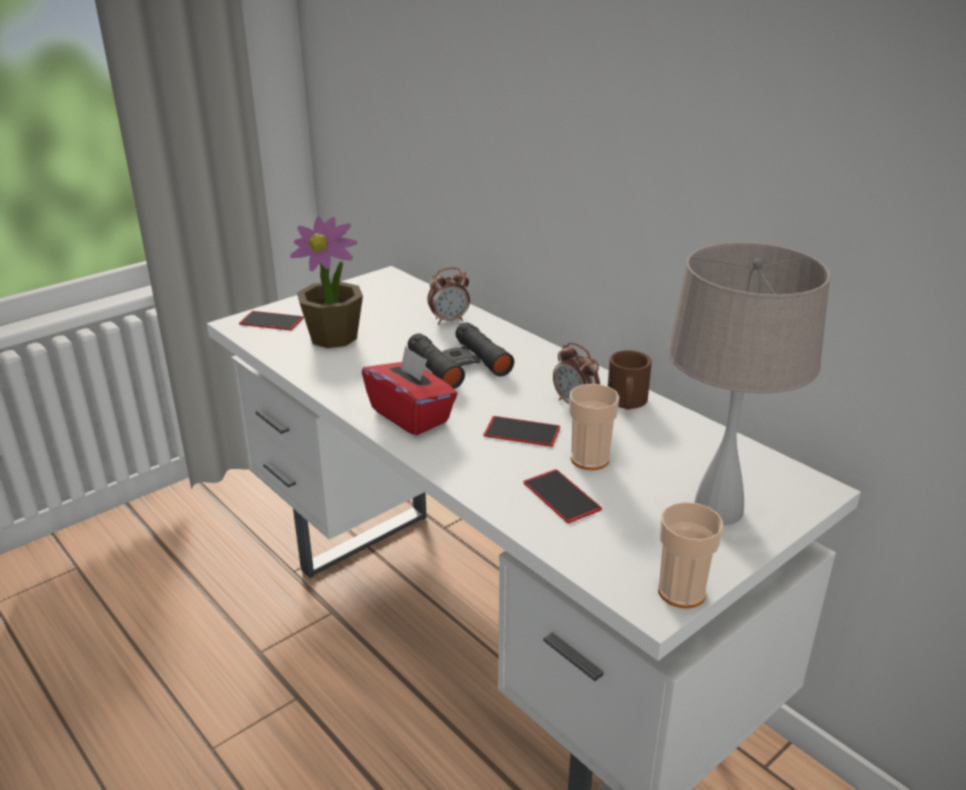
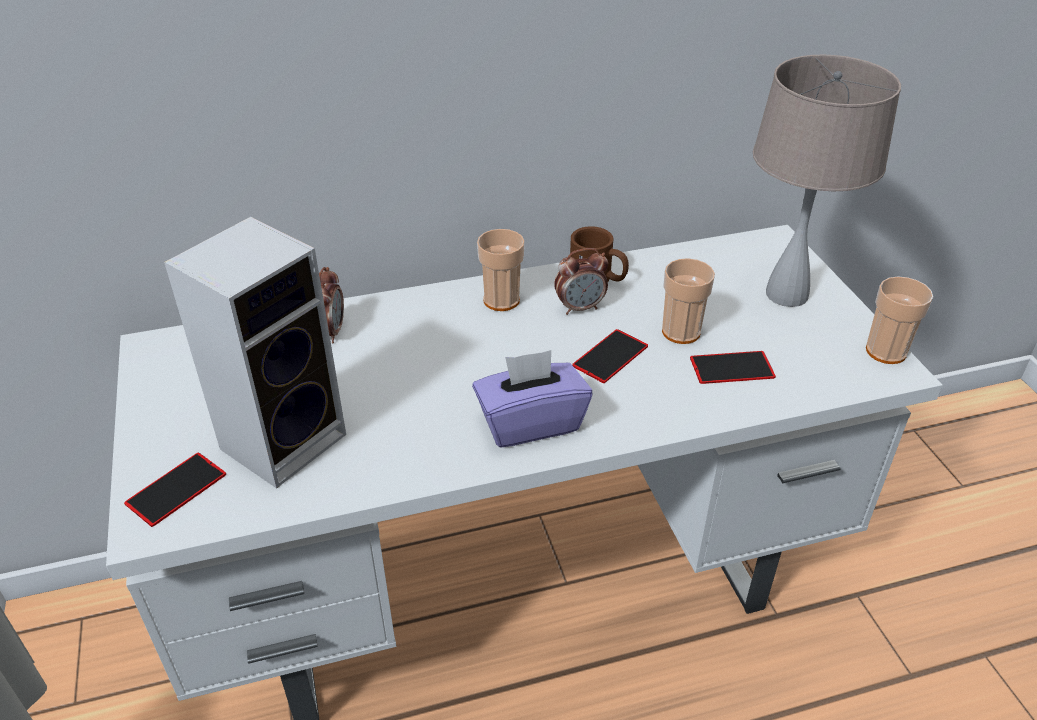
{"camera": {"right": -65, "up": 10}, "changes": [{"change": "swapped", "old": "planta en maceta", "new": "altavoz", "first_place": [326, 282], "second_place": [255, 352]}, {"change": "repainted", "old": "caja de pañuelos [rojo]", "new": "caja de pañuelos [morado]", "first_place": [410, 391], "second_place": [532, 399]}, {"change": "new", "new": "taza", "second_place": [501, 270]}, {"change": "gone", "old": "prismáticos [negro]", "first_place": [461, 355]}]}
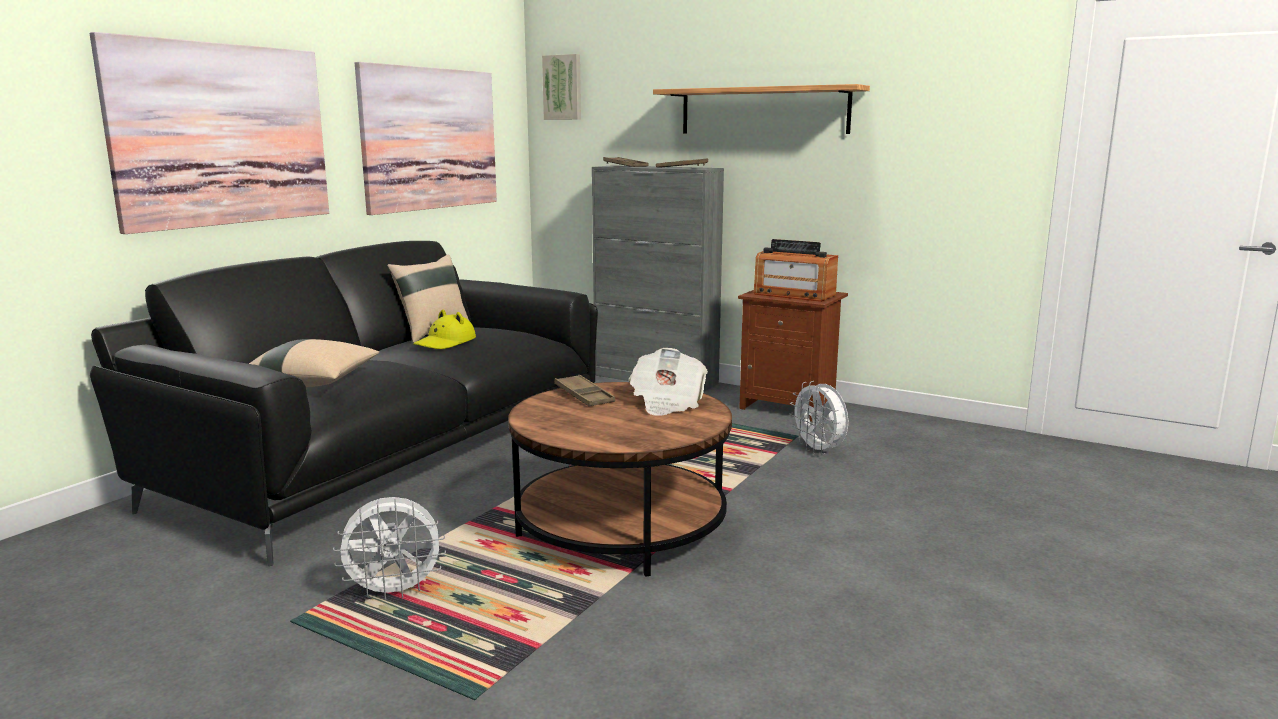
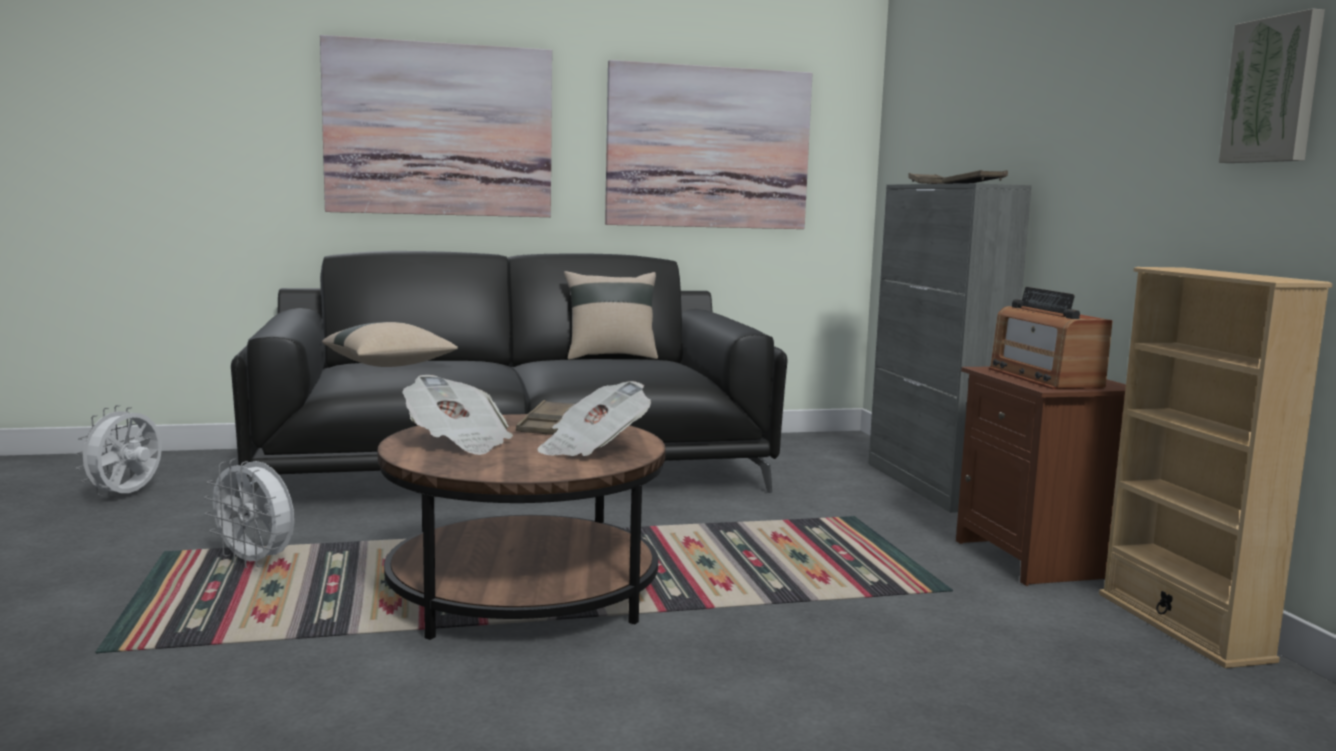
{"camera": {"right": 45, "up": -5}, "changes": [{"change": "shifted", "old": "ventilador [blanco]", "first_place": [818, 418], "second_place": [118, 451]}, {"change": "new", "new": "periódico", "second_place": [457, 415]}, {"change": "new", "new": "estantería [beis]", "second_place": [1216, 467]}, {"change": "shifted", "old": "cuadro", "first_place": [561, 87], "second_place": [1272, 86]}, {"change": "gone", "old": "sombrero [amarillo]", "first_place": [444, 329]}, {"change": "gone", "old": "estante", "first_place": [761, 109]}]}
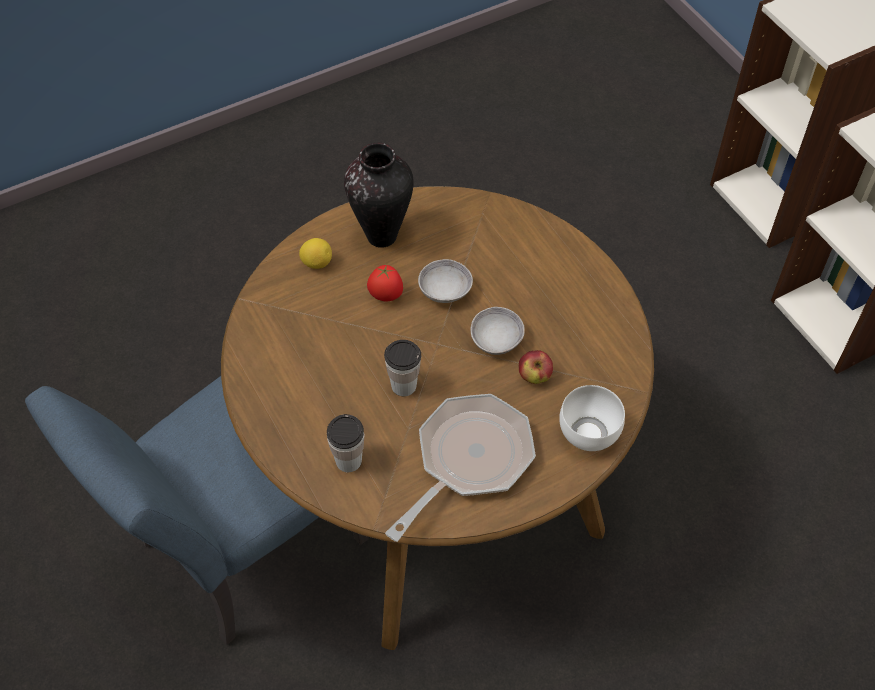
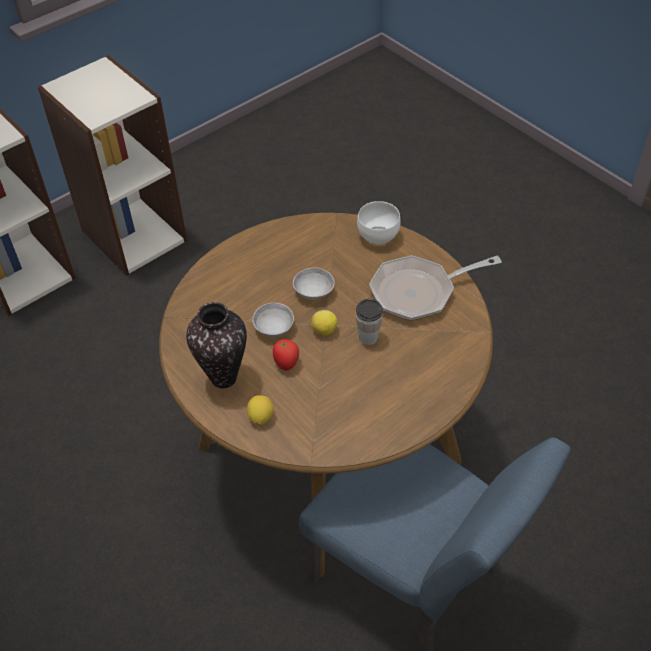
{"camera": {"right": -100, "up": -5}, "changes": [{"change": "new", "new": "limón", "second_place": [324, 323]}, {"change": "rotated", "old": "sartén", "first_place": [460, 468], "second_place": [435, 288], "degrees": -45}, {"change": "gone", "old": "taza", "first_place": [345, 443]}, {"change": "gone", "old": "manzana", "first_place": [536, 367]}]}
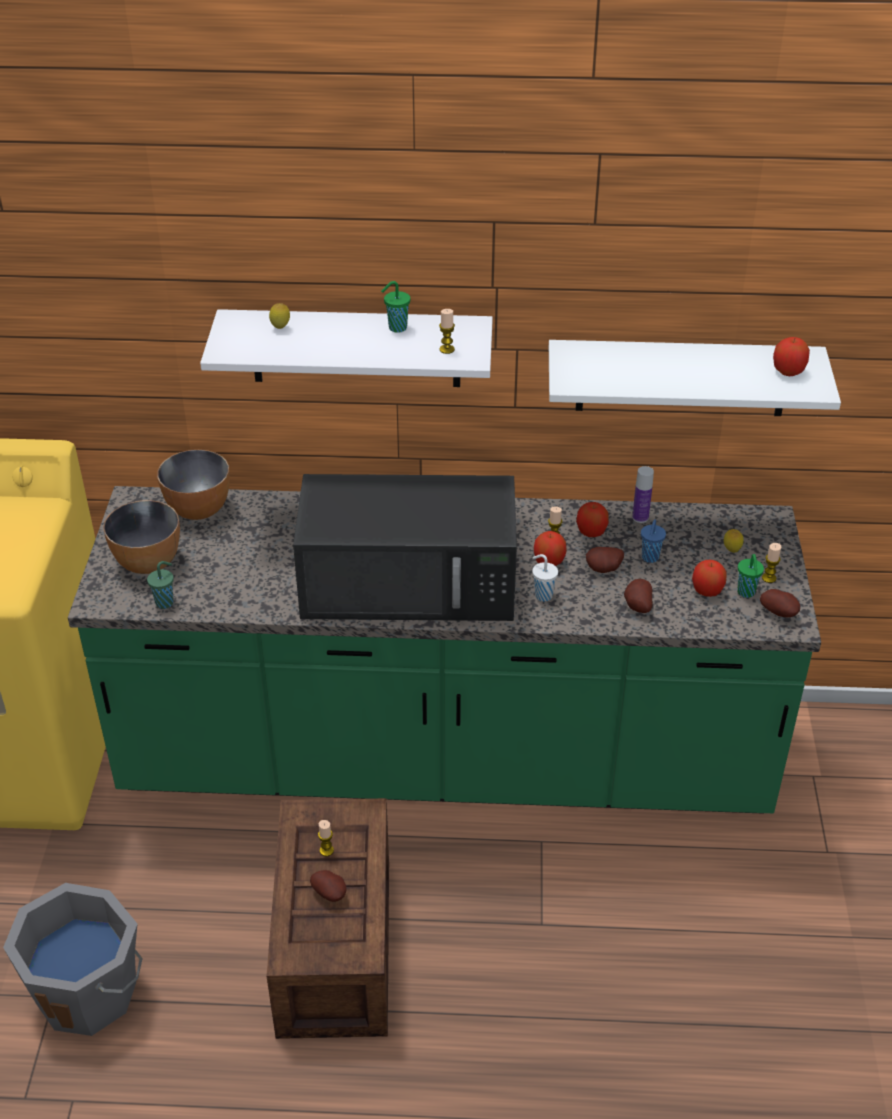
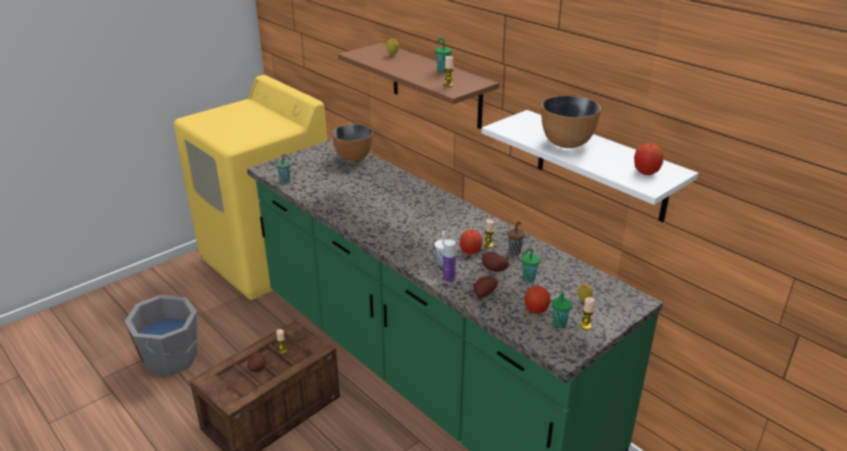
{"camera": {"right": 45, "up": -10}, "changes": [{"change": "repainted", "old": "estante [blanco]", "new": "estante [marrón]", "first_place": [346, 348], "second_place": [418, 86]}, {"change": "shifted", "old": "botella", "first_place": [643, 494], "second_place": [449, 261]}, {"change": "swapped", "old": "manzana", "new": "taza [marrón]", "first_place": [592, 519], "second_place": [516, 238]}, {"change": "repainted", "old": "taza [azul]", "new": "taza [verde]", "first_place": [653, 541], "second_place": [531, 265]}, {"change": "shifted", "old": "cuenco", "first_place": [141, 537], "second_place": [571, 122]}, {"change": "gone", "old": "microondas [negro]", "first_place": [405, 547]}, {"change": "gone", "old": "patata", "first_place": [780, 603]}]}
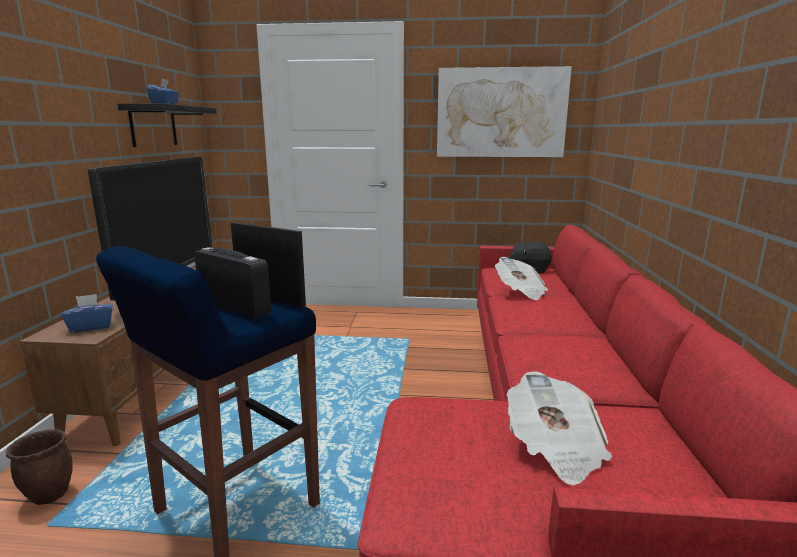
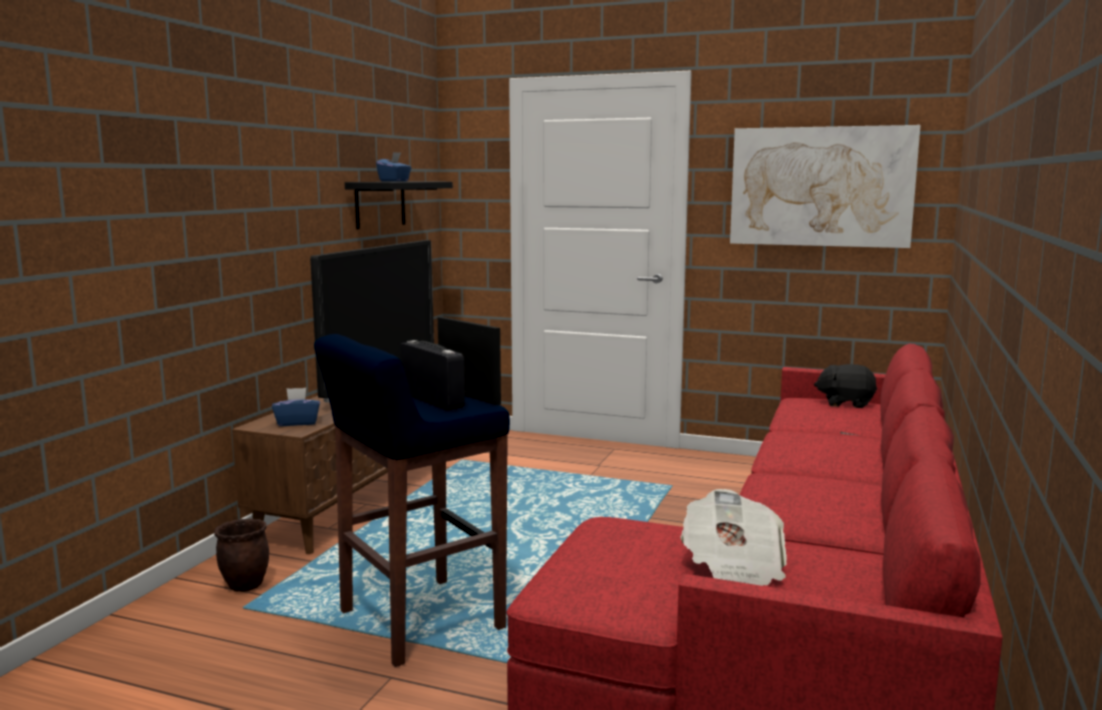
{"camera": {"right": 15, "up": -5}, "changes": [{"change": "gone", "old": "periódico", "first_place": [521, 278]}]}
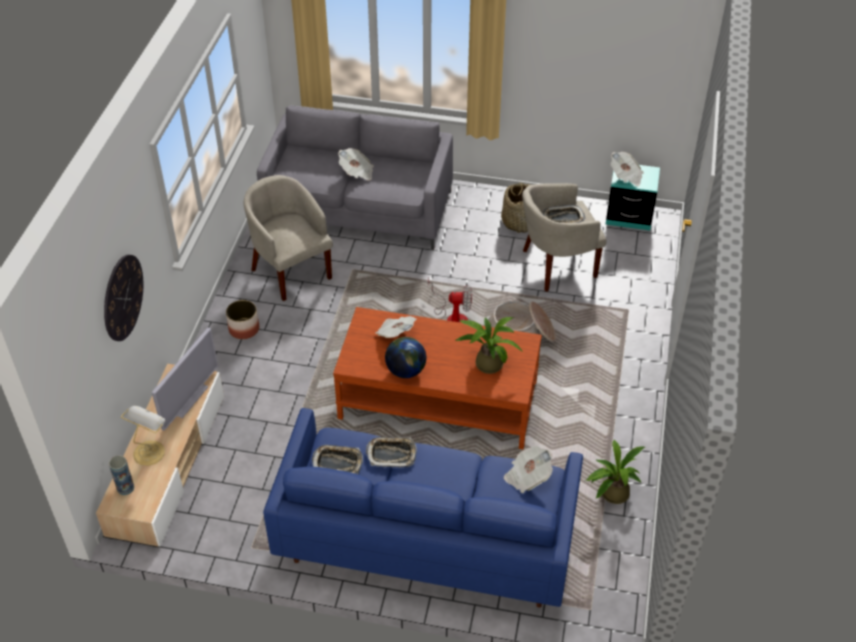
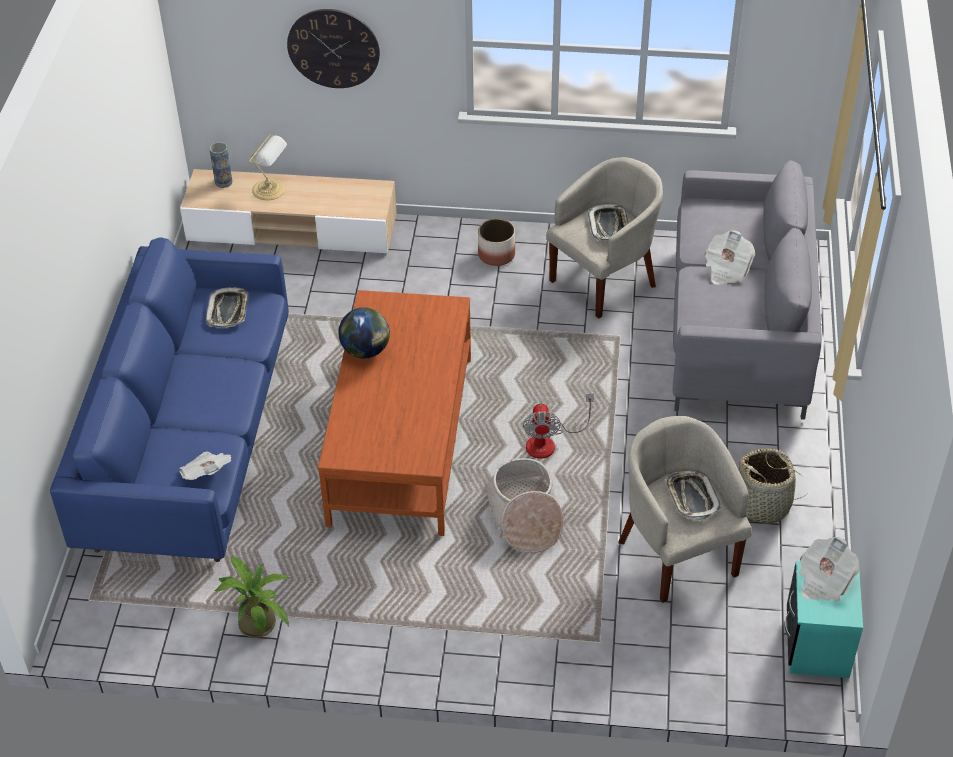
{"camera": {"right": 85, "up": 0}, "changes": [{"change": "shifted", "old": "bandeja", "first_place": [391, 452], "second_place": [608, 222]}, {"change": "gone", "old": "televisor", "first_place": [185, 379]}, {"change": "gone", "old": "periódico", "first_place": [396, 327]}, {"change": "gone", "old": "planta en maceta", "first_place": [489, 345]}]}
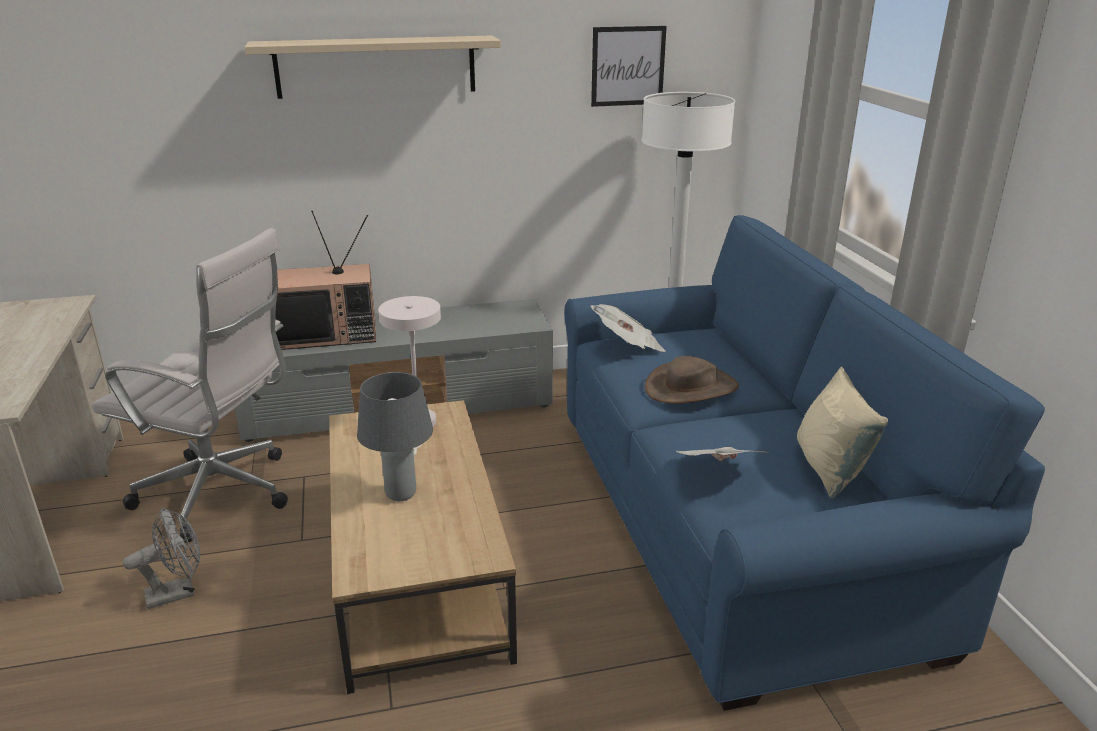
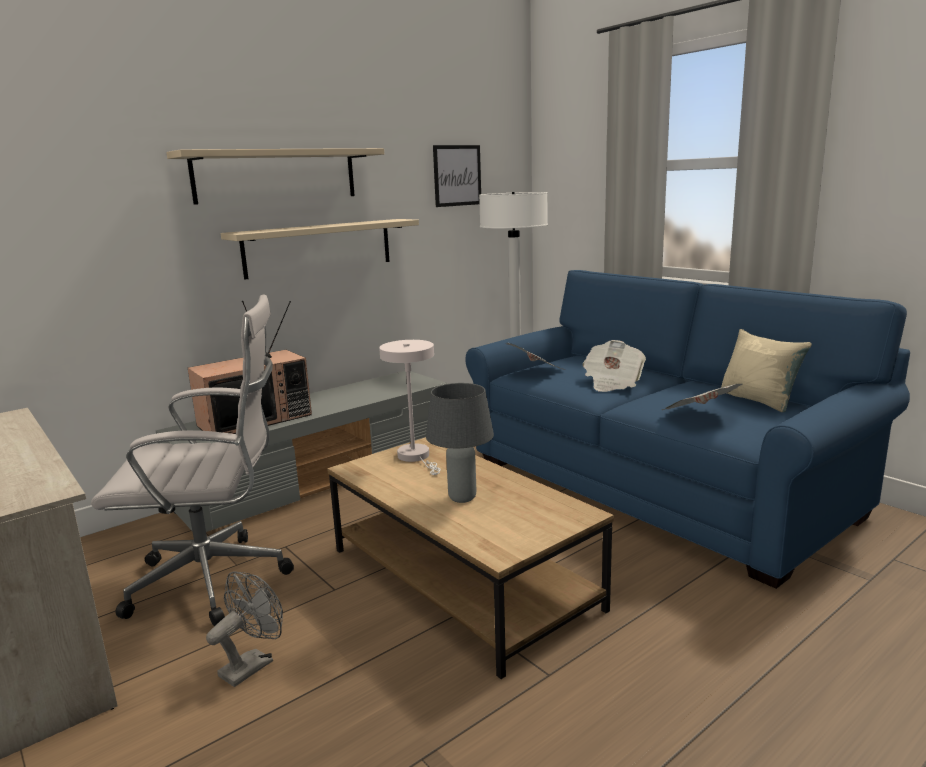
{"camera": {"right": -25, "up": -10}, "changes": [{"change": "new", "new": "estante [beis]", "second_place": [320, 249]}, {"change": "swapped", "old": "sombrero [marrón]", "new": "periódico", "first_place": [692, 380], "second_place": [614, 366]}]}
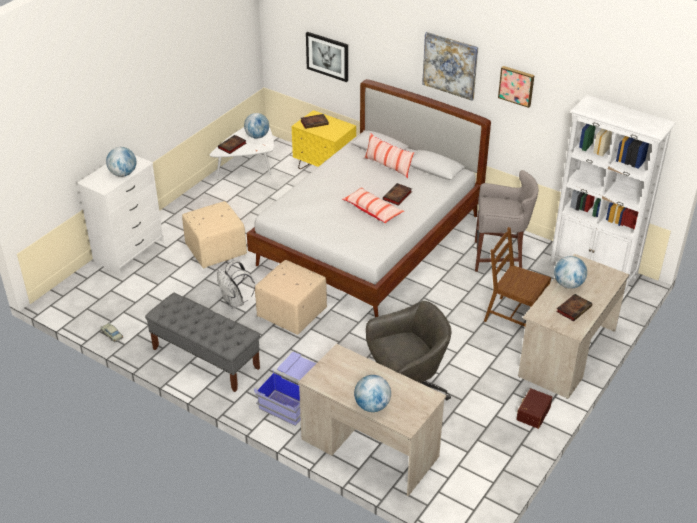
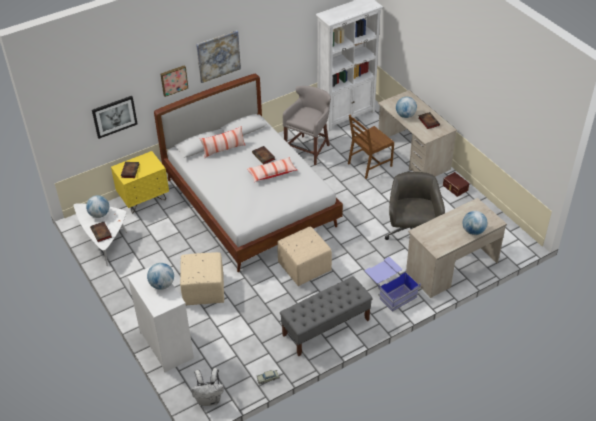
{"camera": {"right": -65, "up": 5}, "changes": [{"change": "shifted", "old": "cuadro", "first_place": [516, 87], "second_place": [174, 81]}, {"change": "shifted", "old": "mochila [blanco]", "first_place": [236, 284], "second_place": [208, 387]}]}
